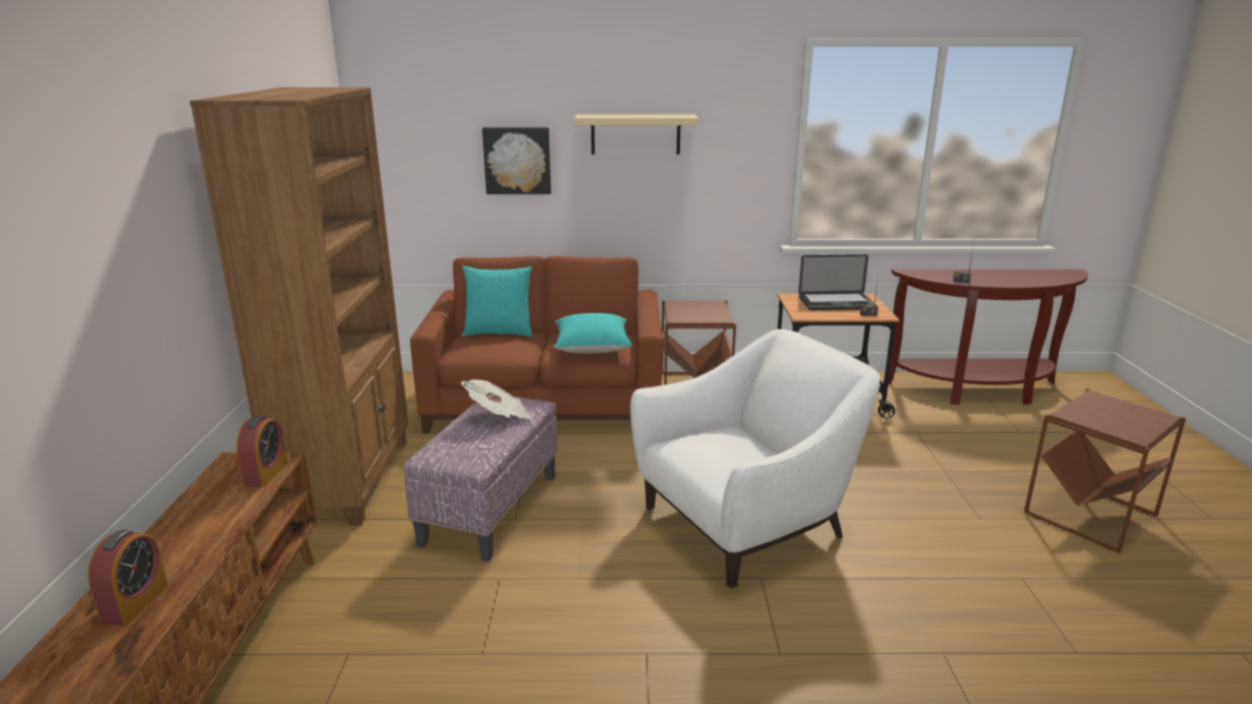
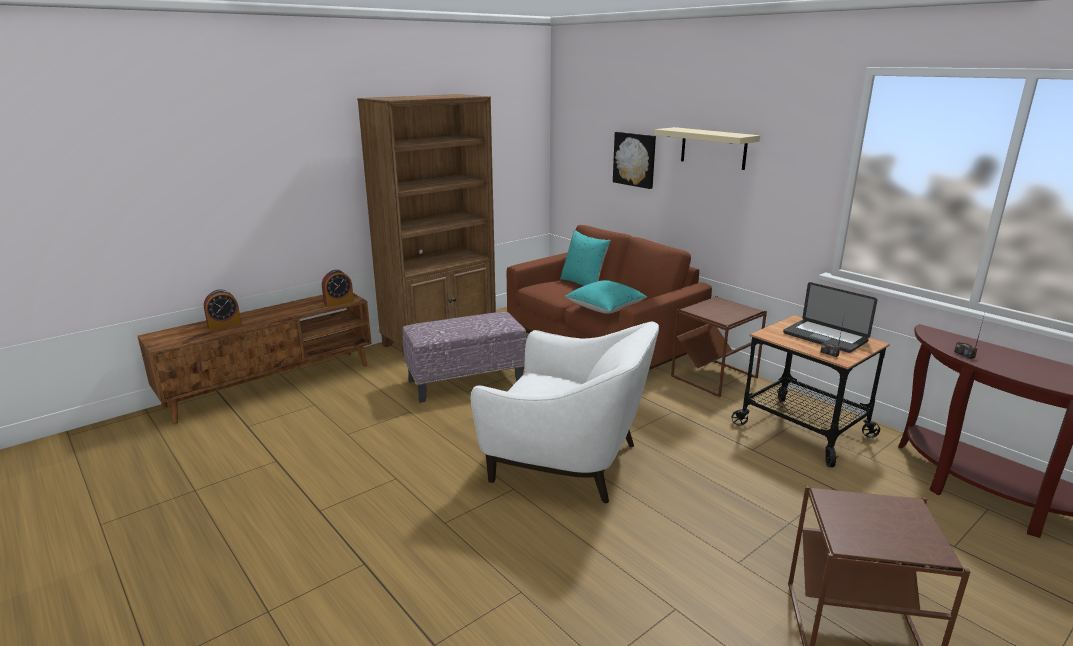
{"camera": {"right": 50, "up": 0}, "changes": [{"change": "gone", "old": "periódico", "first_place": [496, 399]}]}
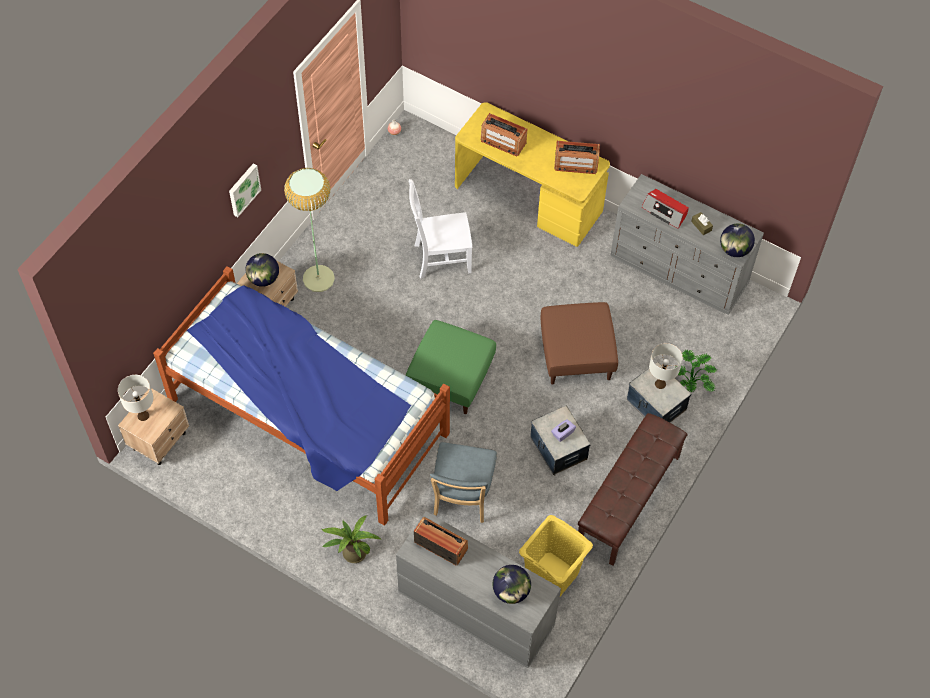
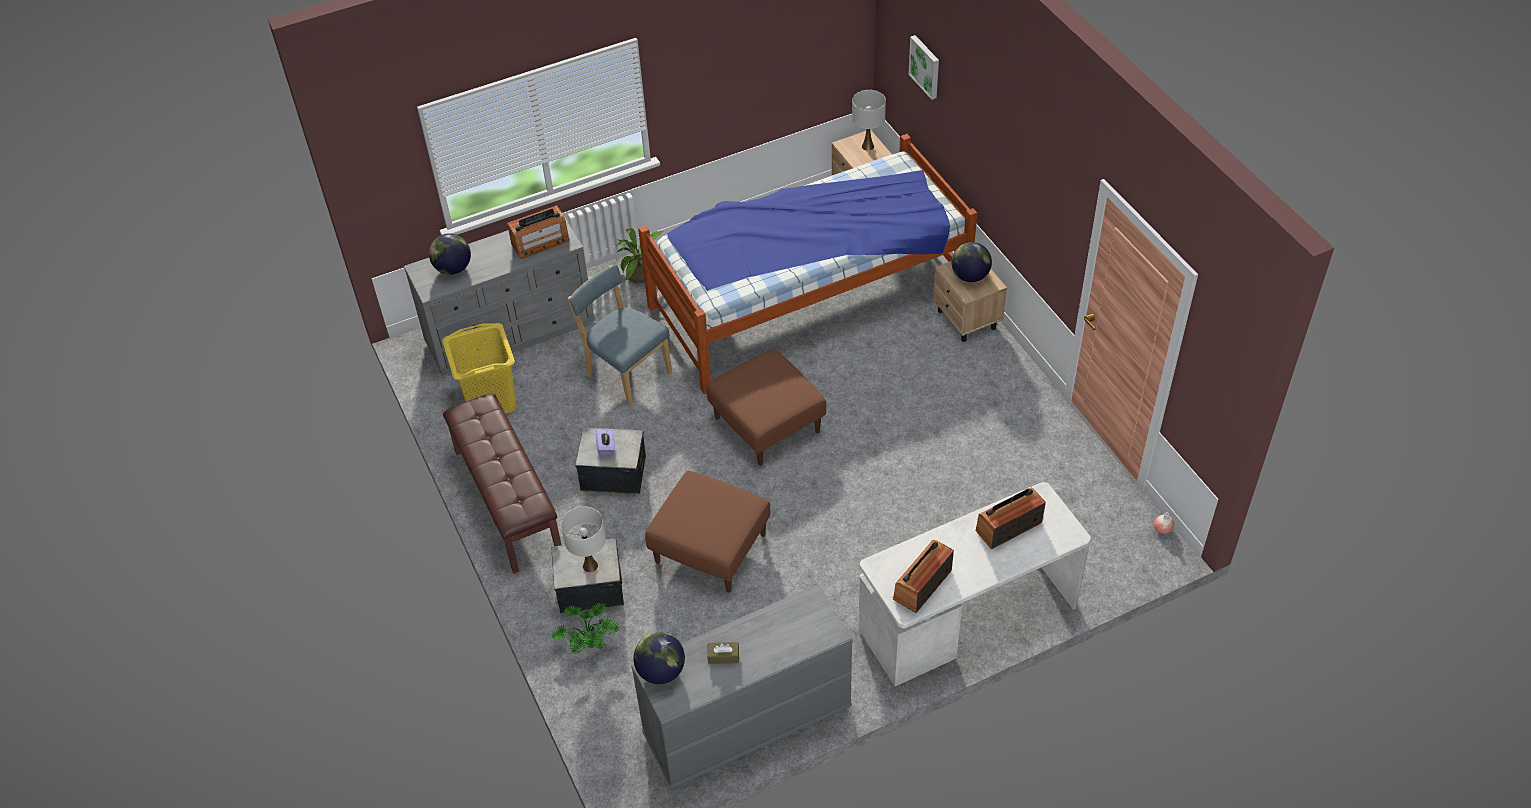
{"camera": {"right": 125, "up": -10}, "changes": [{"change": "repainted", "old": "puf [verde]", "new": "puf [marrón]", "first_place": [451, 367], "second_place": [766, 407]}, {"change": "repainted", "old": "escritorio [amarillo]", "new": "escritorio [blanco]", "first_place": [532, 174], "second_place": [974, 584]}, {"change": "shifted", "old": "cuadro", "first_place": [245, 190], "second_place": [923, 67]}, {"change": "gone", "old": "lámpara de pie", "first_place": [309, 230]}, {"change": "gone", "old": "silla [blanco]", "first_place": [440, 229]}, {"change": "gone", "old": "radio", "first_place": [665, 209]}]}
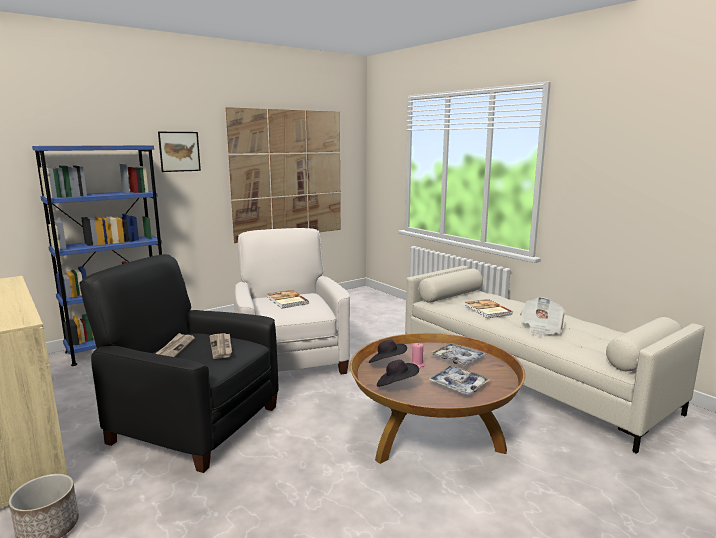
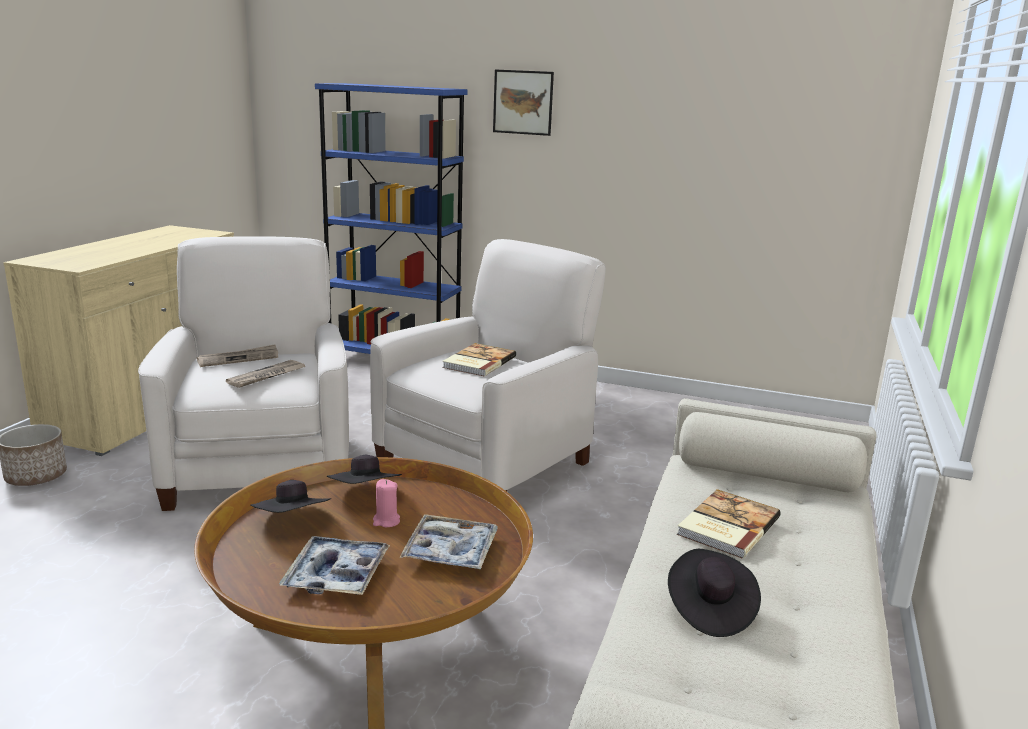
{"camera": {"right": 55, "up": 5}, "changes": [{"change": "repainted", "old": "sillón [negro]", "new": "sillón [blanco]", "first_place": [179, 363], "second_place": [243, 373]}, {"change": "swapped", "old": "periódico", "new": "sombrero [negro]", "first_place": [543, 316], "second_place": [714, 593]}, {"change": "gone", "old": "cuadro", "first_place": [283, 175]}]}
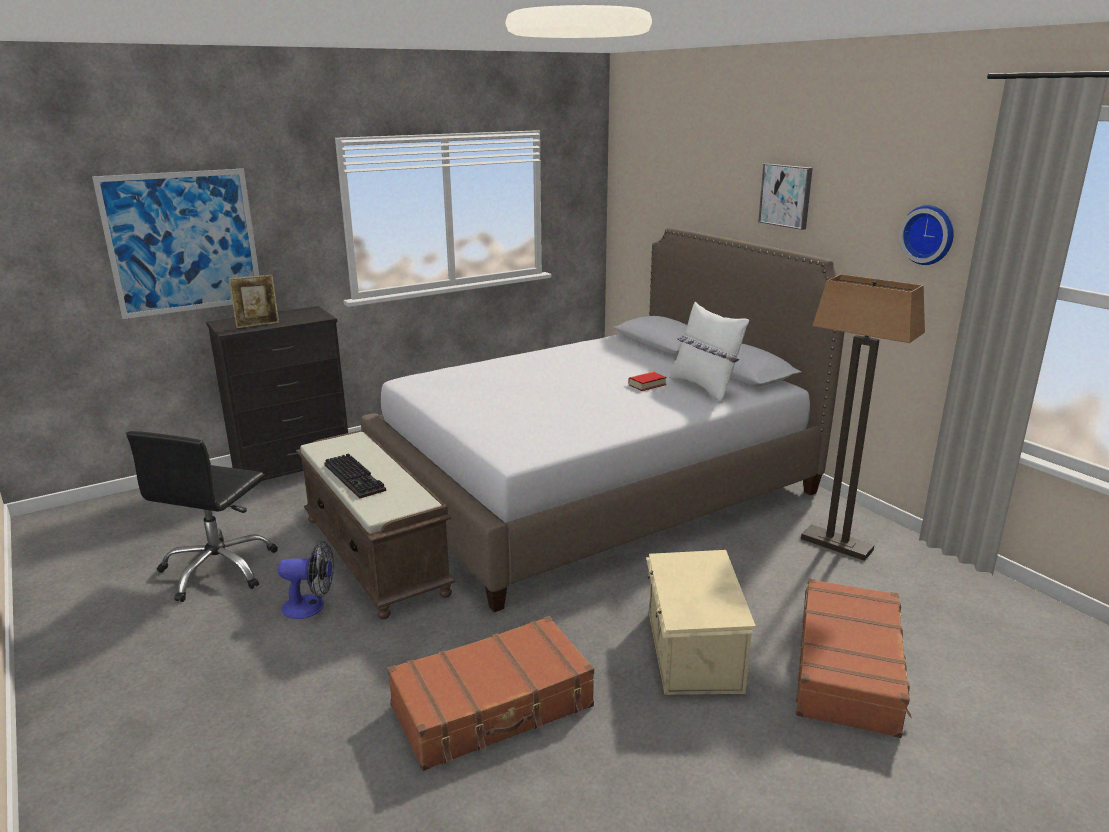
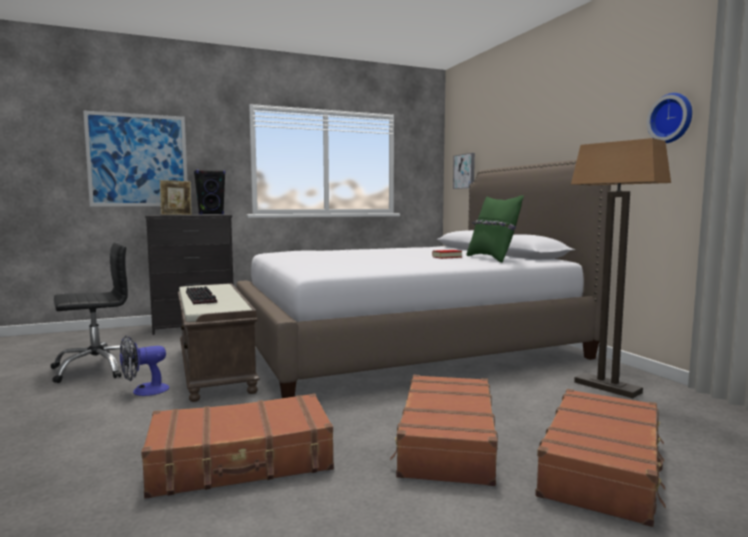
{"camera": {"right": 10, "up": -15}, "changes": [{"change": "rotated", "old": "silla de oficina [negro]", "first_place": [202, 516], "second_place": [91, 312], "degrees": -150}, {"change": "rotated", "old": "ventilador", "first_place": [305, 580], "second_place": [144, 366], "degrees": 135}, {"change": "new", "new": "altavoz [negro]", "second_place": [210, 192]}, {"change": "swapped", "old": "caja de almacenaje [beis]", "new": "maleta [marrón]", "first_place": [701, 622], "second_place": [444, 430]}, {"change": "shifted", "old": "cuadro", "first_place": [785, 197], "second_place": [464, 171]}, {"change": "repainted", "old": "cojín [blanco]", "new": "cojín [verde]", "first_place": [709, 352], "second_place": [495, 229]}]}
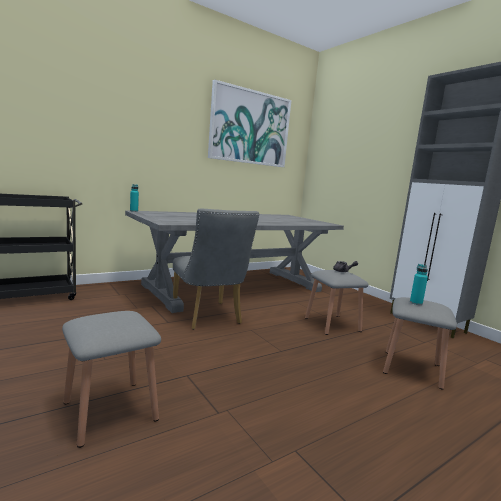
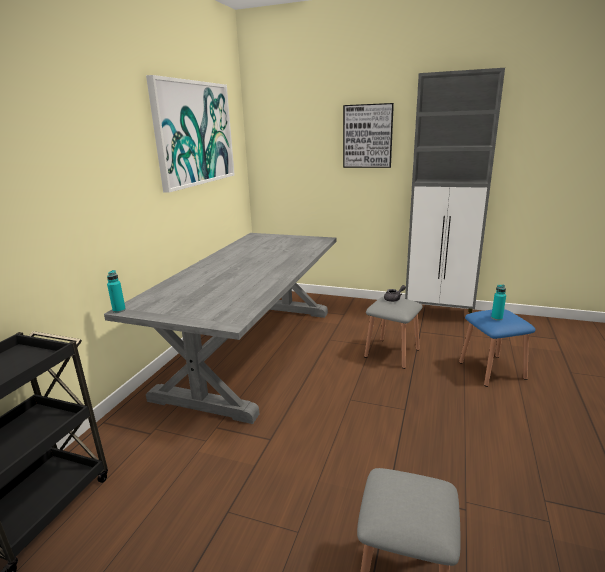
{"camera": {"right": -35, "up": 10}, "changes": [{"change": "new", "new": "cuadro", "second_place": [368, 135]}, {"change": "repainted", "old": "taburete [gris]", "new": "taburete [azul]", "first_place": [420, 343], "second_place": [497, 348]}, {"change": "gone", "old": "silla [gris]", "first_place": [216, 269]}]}
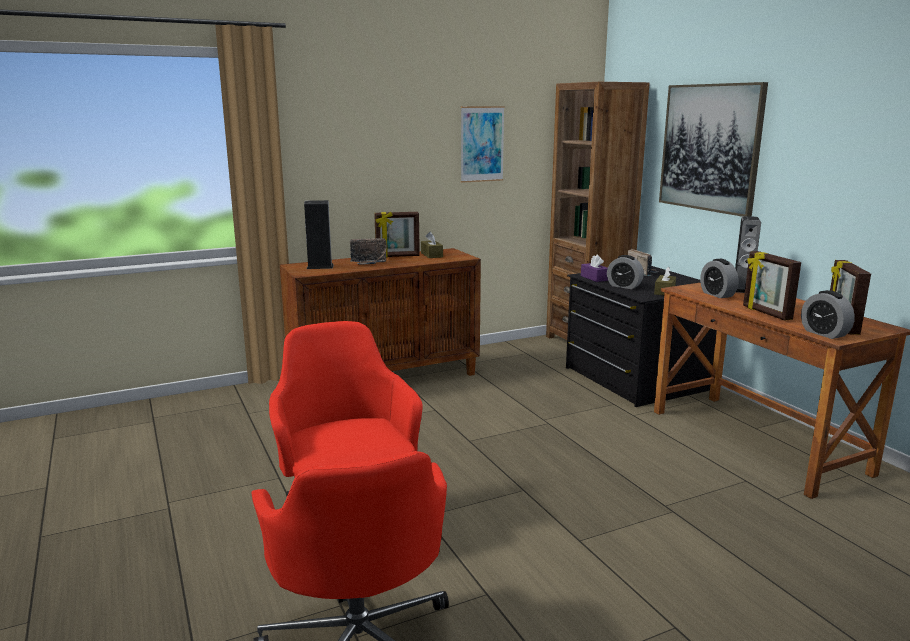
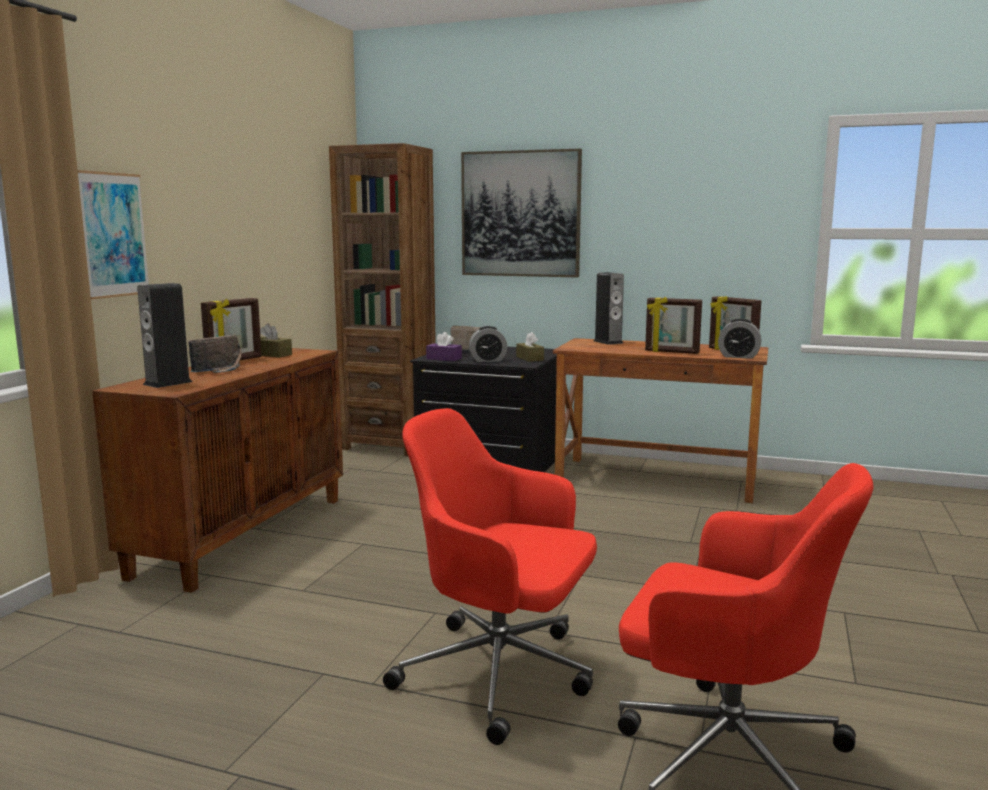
{"camera": {"right": -45, "up": -5}, "changes": [{"change": "shifted", "old": "cuadro", "first_place": [483, 144], "second_place": [113, 235]}, {"change": "gone", "old": "despertador", "first_place": [719, 278]}]}
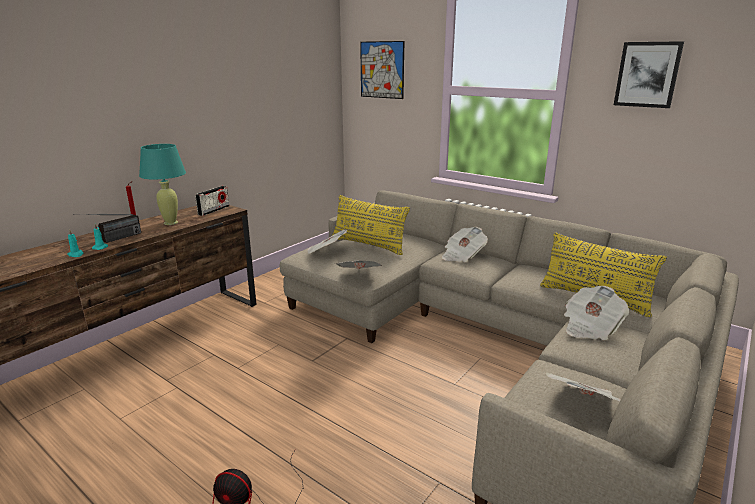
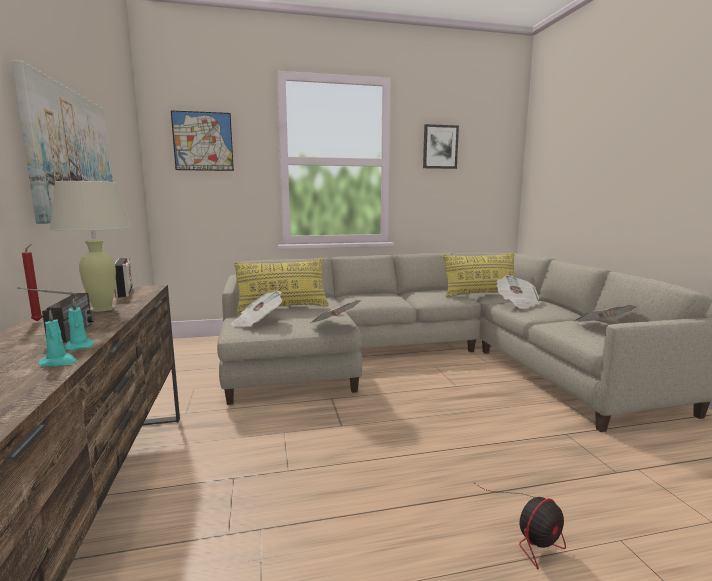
{"camera": {"right": -50, "up": -10}, "changes": [{"change": "new", "new": "cuadro", "second_place": [62, 142]}, {"change": "repainted", "old": "lámpara de mesa [turquesa]", "new": "lámpara de mesa [beis]", "first_place": [162, 184], "second_place": [91, 246]}, {"change": "gone", "old": "periódico", "first_place": [465, 244]}]}
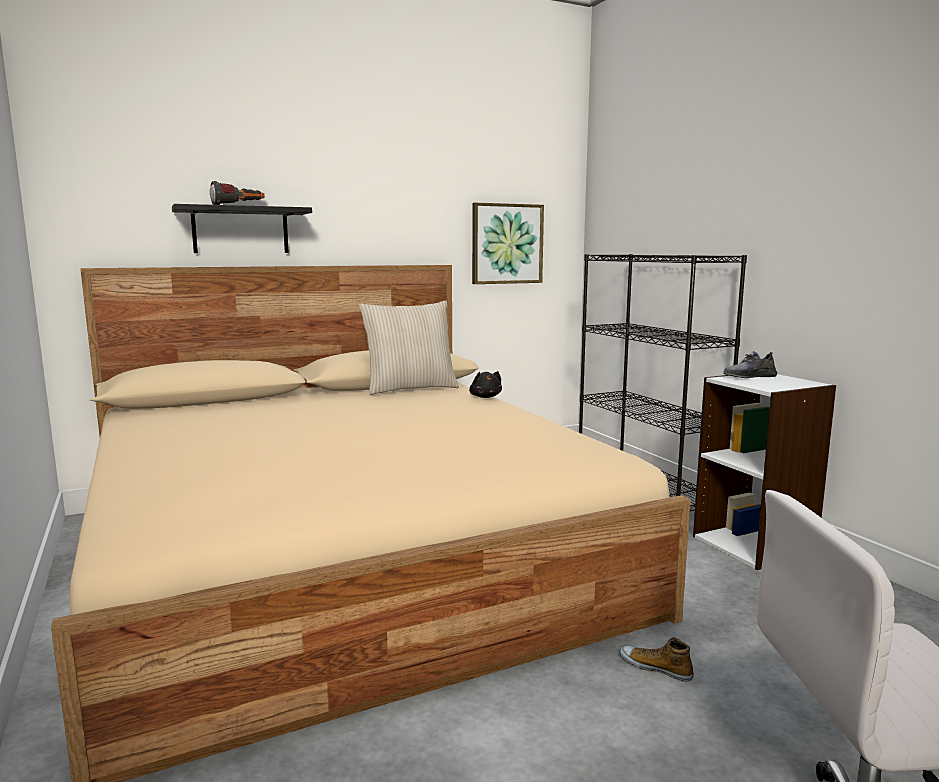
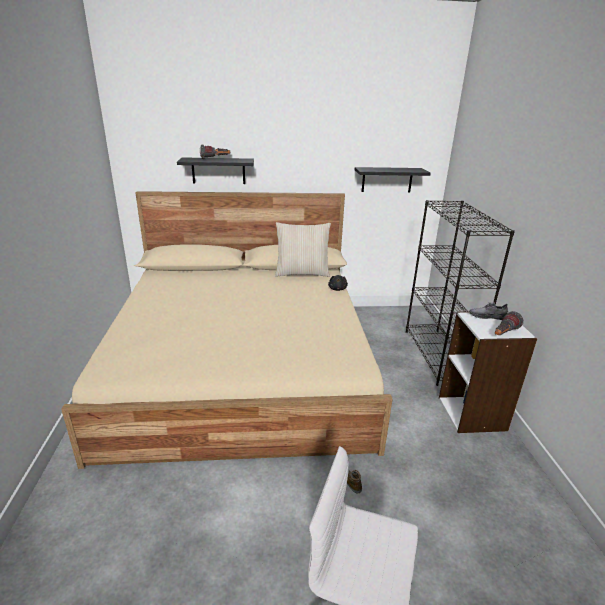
{"camera": {"right": 20, "up": 15}, "changes": [{"change": "swapped", "old": "cuadro", "new": "estante [negro]", "first_place": [508, 243], "second_place": [393, 179]}, {"change": "new", "new": "linterna", "second_place": [509, 323]}]}
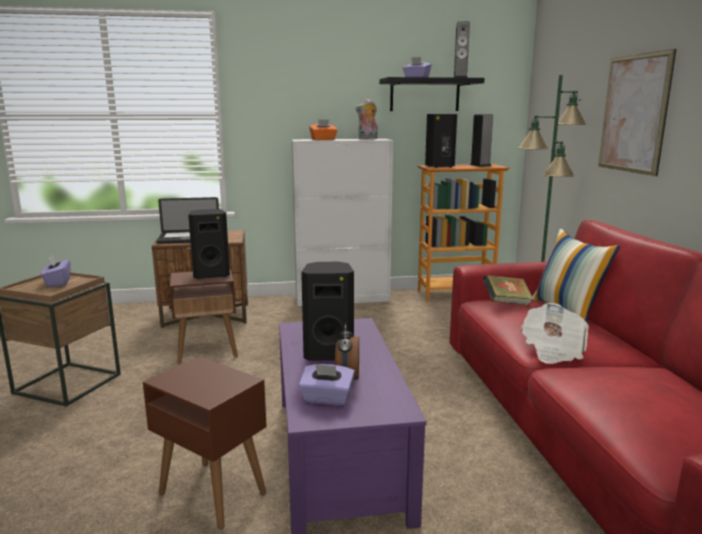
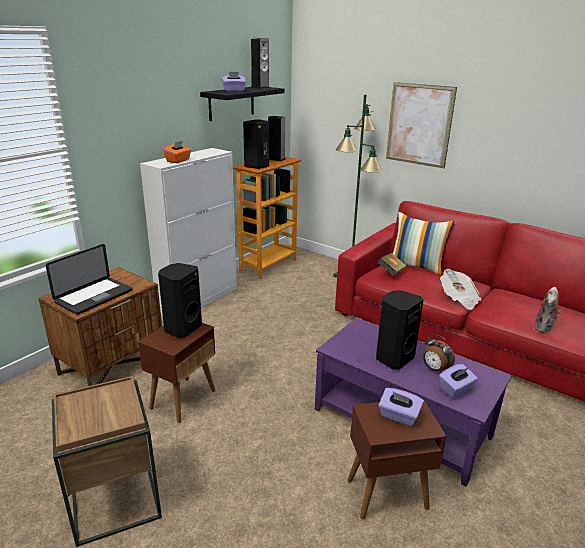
{"camera": {"right": -45, "up": 10}, "changes": [{"change": "shifted", "old": "caja de pañuelos [morado]", "first_place": [56, 271], "second_place": [401, 407]}, {"change": "shifted", "old": "peluche", "first_place": [366, 119], "second_place": [547, 310]}]}
